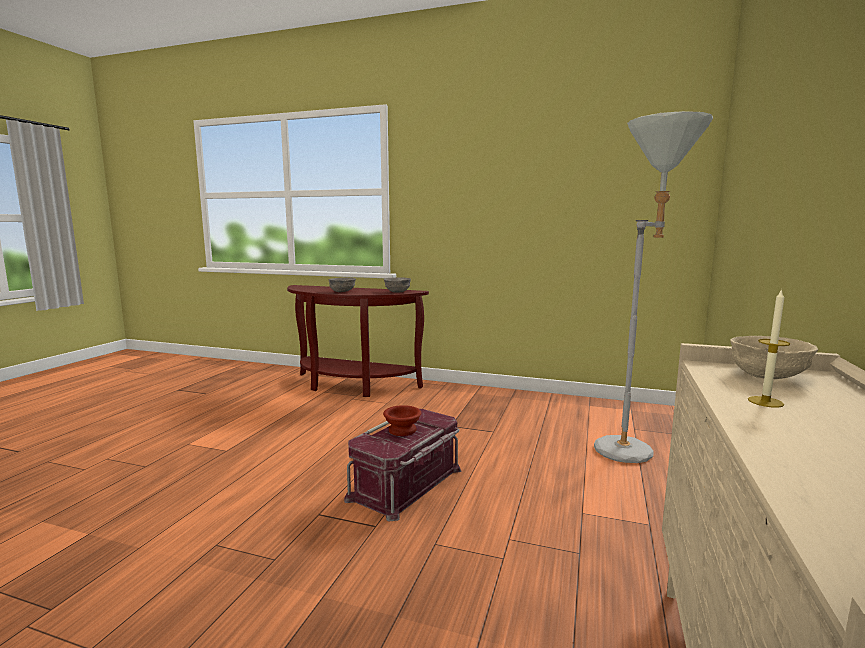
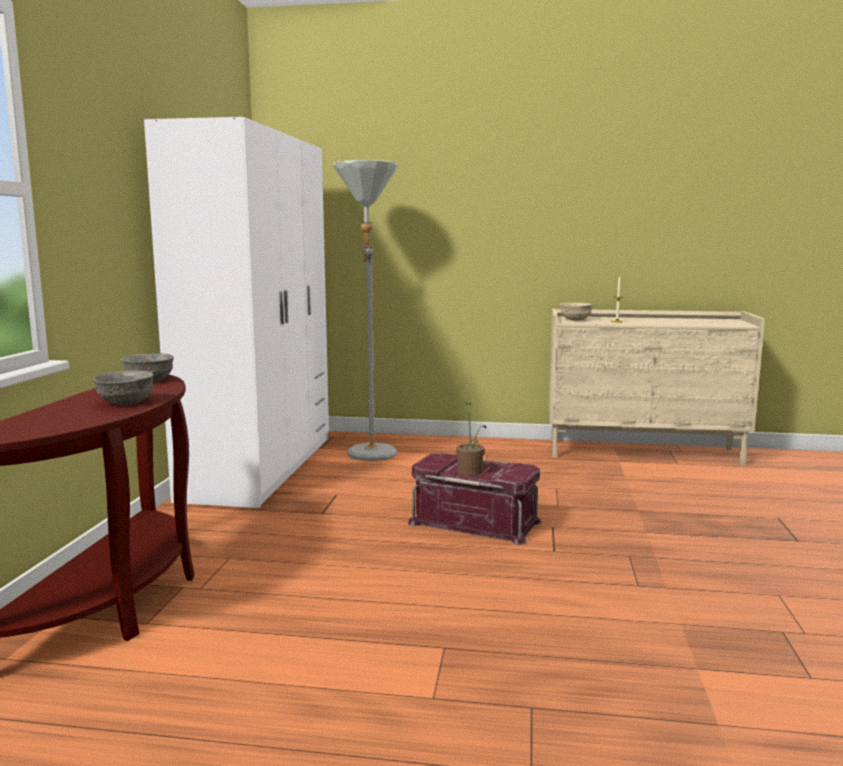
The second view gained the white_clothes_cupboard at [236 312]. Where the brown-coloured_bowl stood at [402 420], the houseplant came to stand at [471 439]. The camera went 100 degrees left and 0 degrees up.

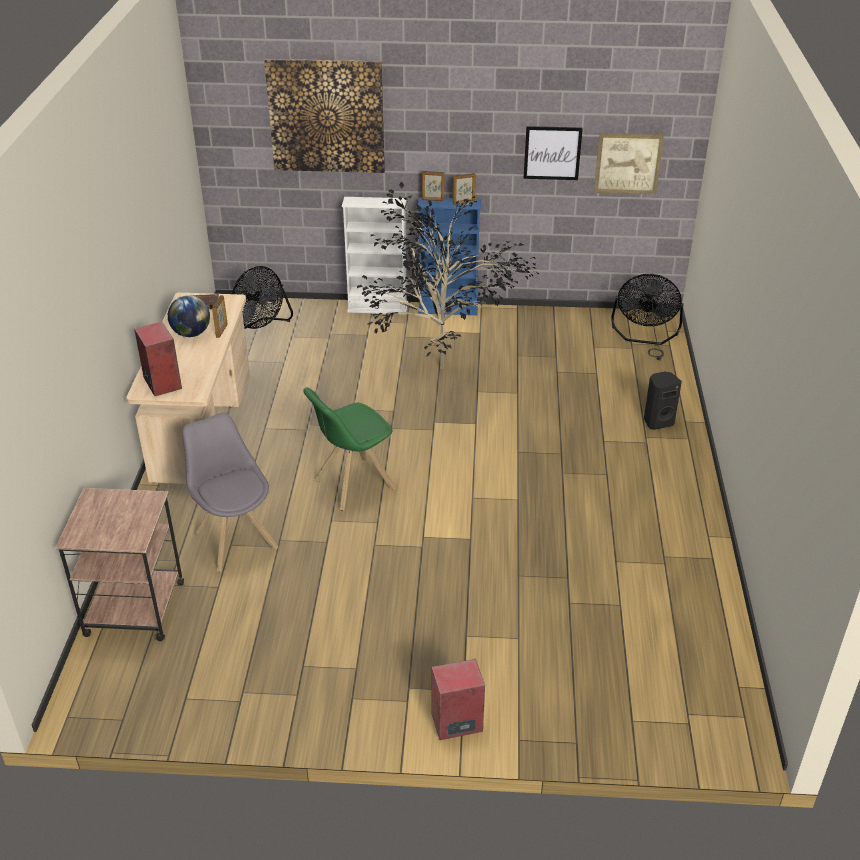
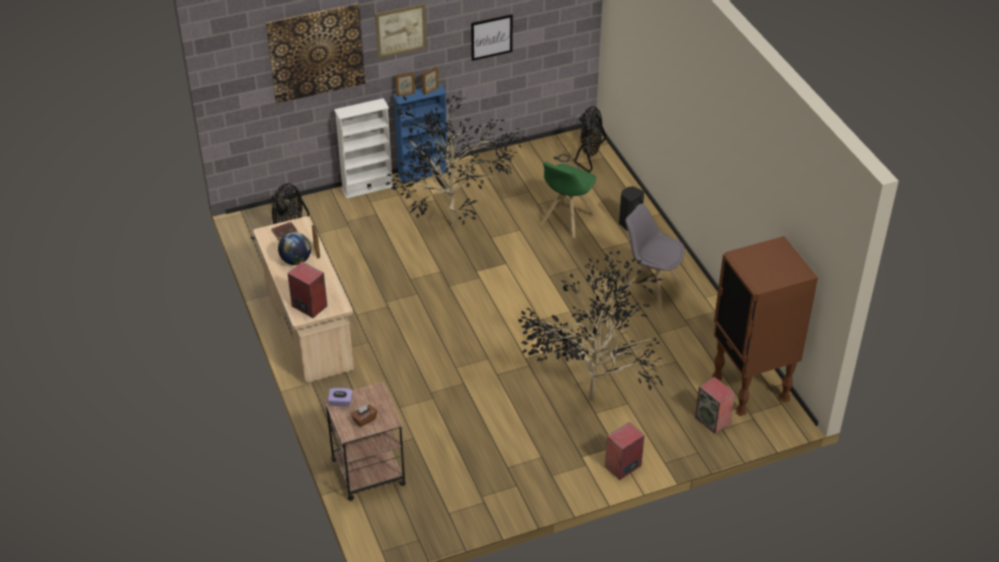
The second view gained the purplish_tissue_box at [340 397]. The second view gained the brown-coloured_tissue_box at [364 415]. The second view gained the houseplant at [590 326]. The second view gained the speaker at [715 405]. The second view gained the brown-coloured_storage_cabinet at [765 326]. The grey_chair ended up elsewhere, having gone from [230 492] to [654 257]. The green_chair ended up elsewhere, having gone from [350 448] to [568 200]. The wall_art ended up elsewhere, having gone from [629 163] to [401 31]. The black-coloured_fan at [647 317] ended up facing another way, 120 degrees clockwise from before. The camera went 25 degrees left and 5 degrees up.

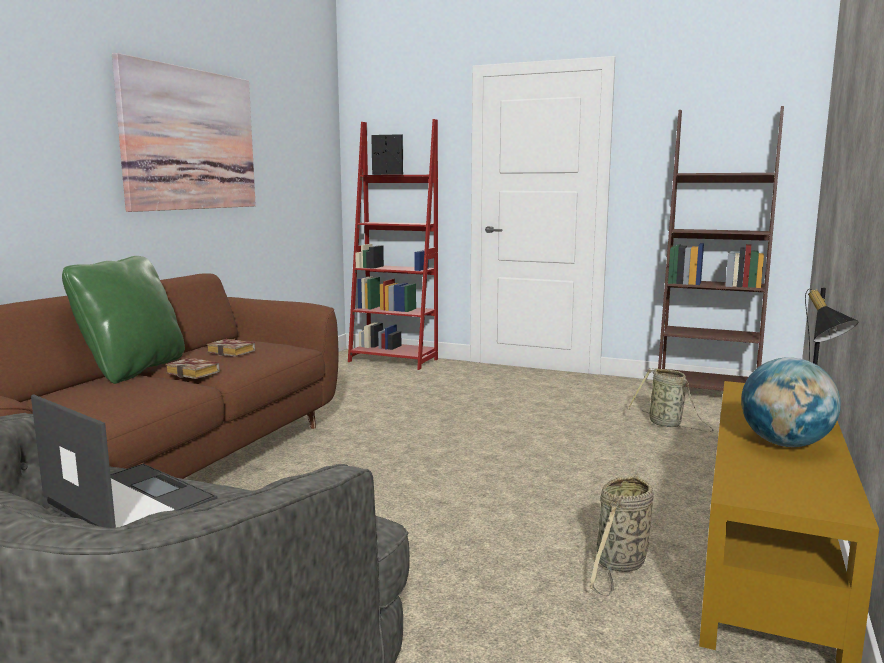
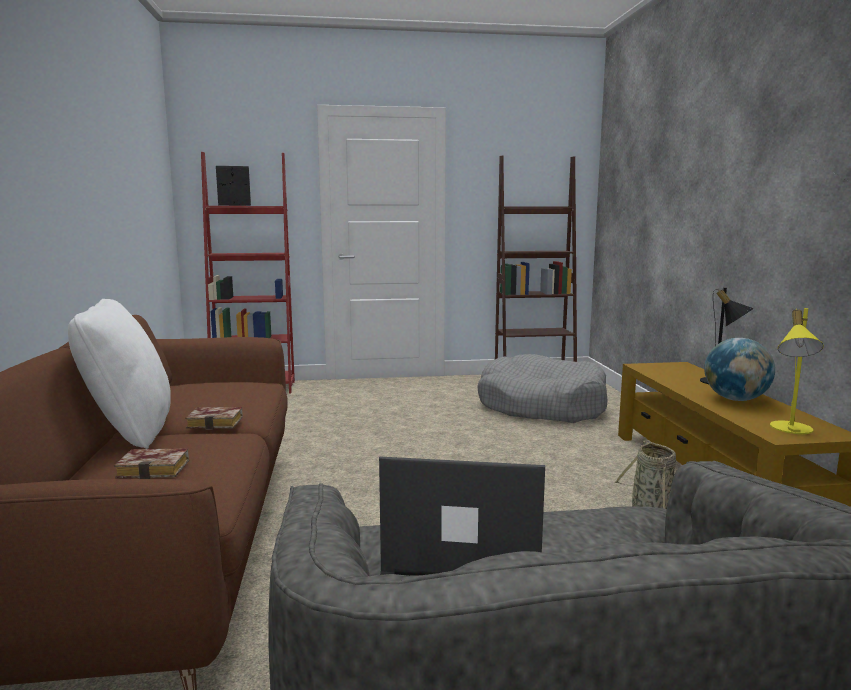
The second view lost the wall_art at [184 132]. The second view gained the yellow_table_lamp at [797 371]. The book ended up elsewhere, having gone from [230 348] to [151 463]. Where the storage_basket stood at [671 400], the grey_pet_bed came to stand at [542 388]. What was the green_throw_pillow at [123 320] turned into the white_throw_pillow at [119 374]. The camera went 30 degrees left and 0 degrees up.

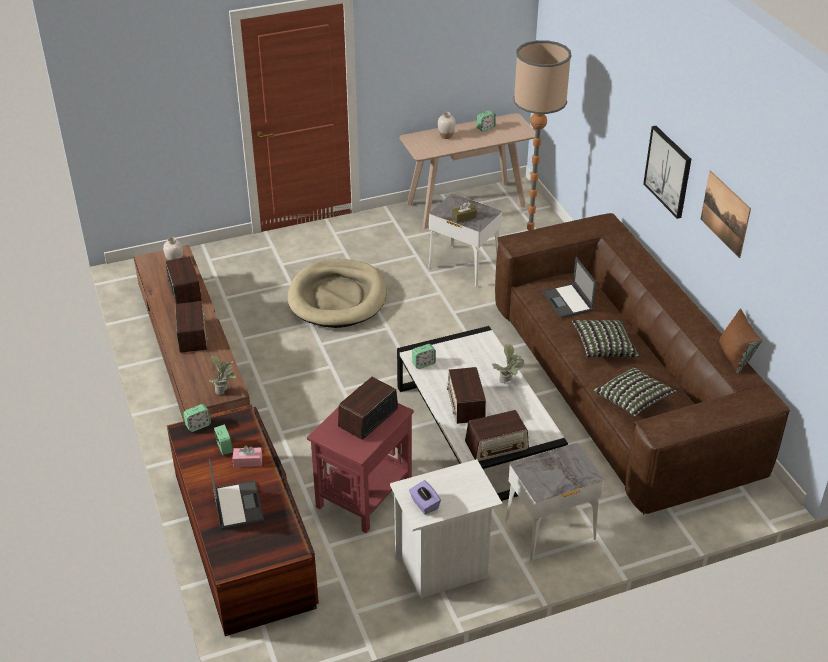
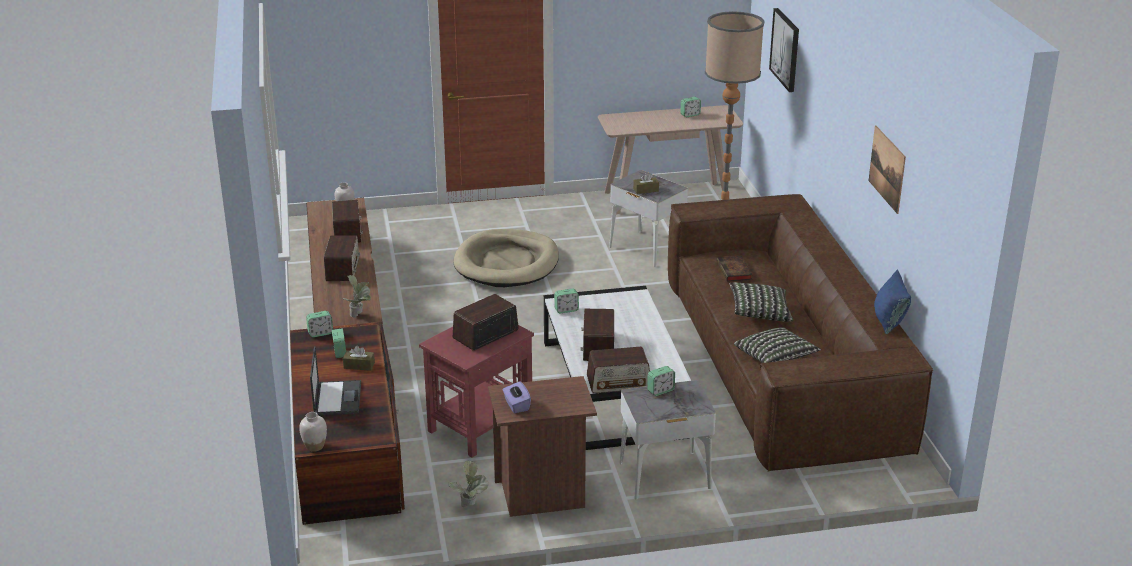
The second view gained the table_clock at [661 381]. The white_flower_vase ended up elsewhere, having gone from [447 125] to [313 432]. The houseplant ended up elsewhere, having gone from [508 364] to [469 484]. The wall_art ended up elsewhere, having gone from [667 172] to [784 50]. Where the laptop stood at [569 287], the book came to stand at [735 269]. What was the pink_tissue_box at [247 456] turned into the brown-coloured_tissue_box at [359 358]. What was the white_night_table at [446 528] turned into the brown-coloured_night_table at [542 446]. What was the brown-coloured_throw_pillow at [740 340] turned into the bluish_throw_pillow at [892 301]. The camera went 10 degrees right and 10 degrees down.

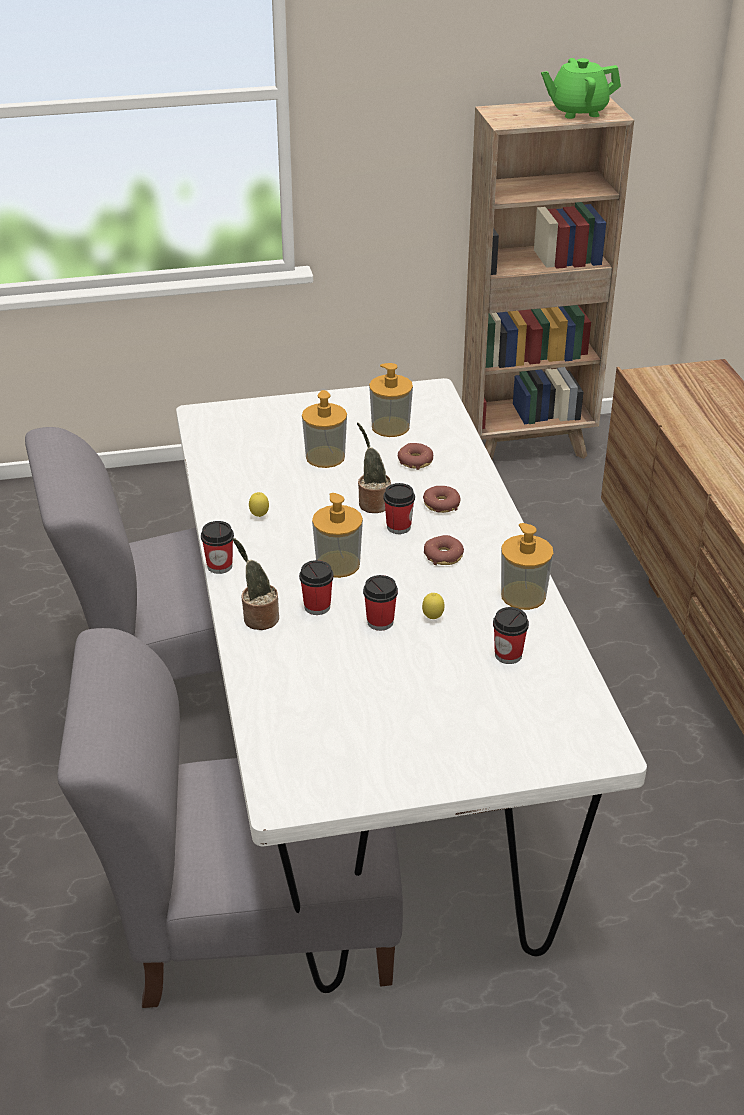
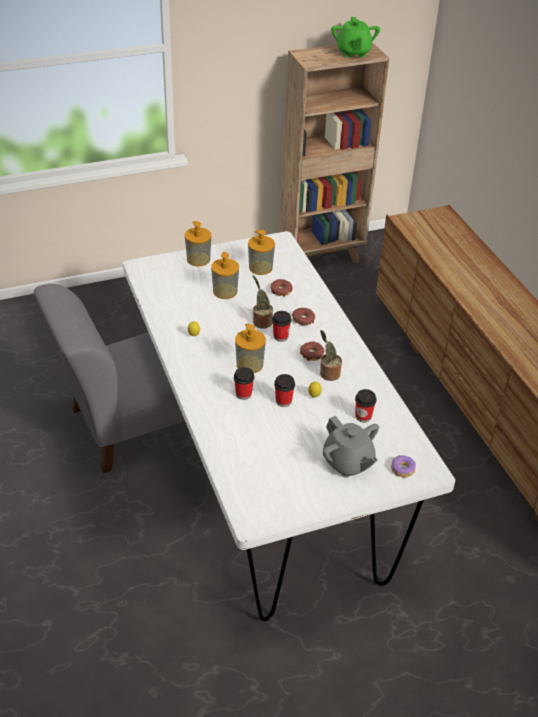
The second view lost the grey_chair at [230 818]. The second view lost the small_cup at [217 547]. The second view gained the grey_teapot at [351 447]. The second view gained the ring_doughnut at [403 466]. The houseplant ended up elsewhere, having gone from [255 584] to [331 355]. The soap_bottle ended up elsewhere, having gone from [527 566] to [198 244]. The green_teapot at [581 88] ended up facing another way, 75 degrees counterclockwise from before. The camera went 10 degrees left and 5 degrees up.

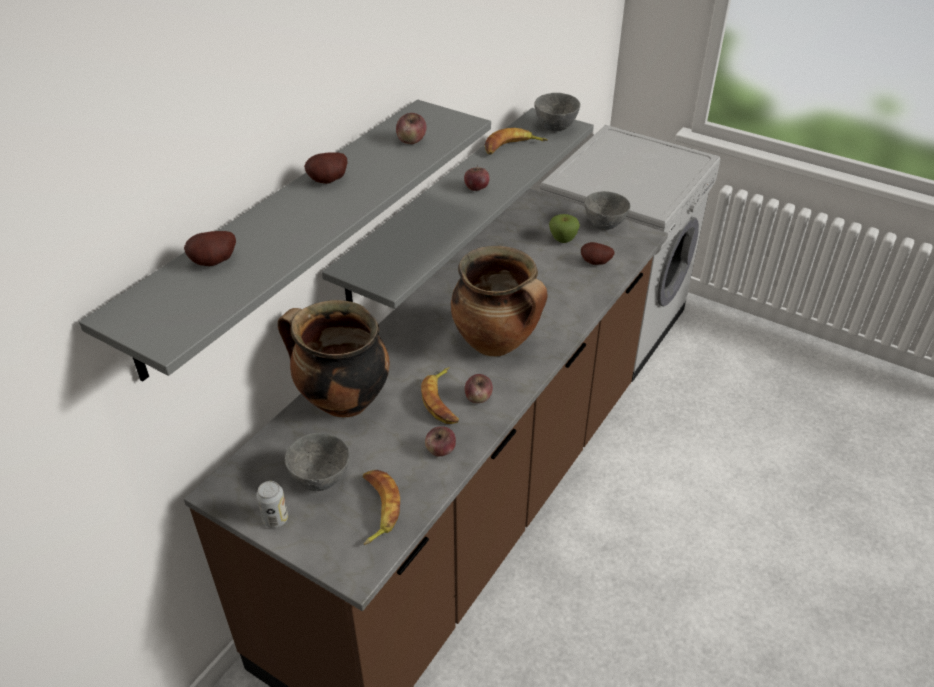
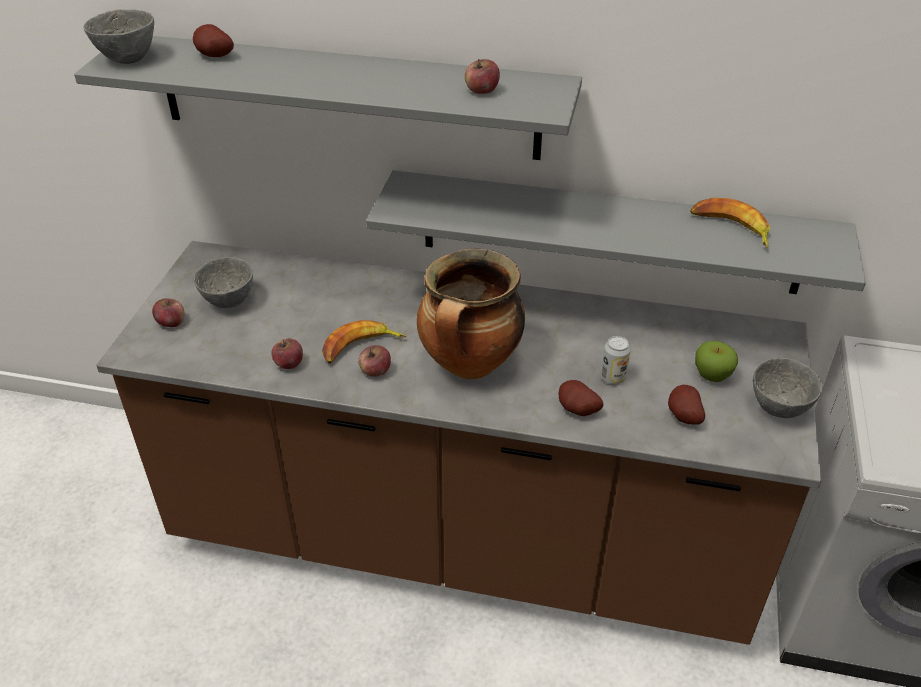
The second view lost the saucepot at [333 358]. The second view lost the banana at [381 507]. The metal_can ended up elsewhere, having gone from [272 504] to [616 360]. The whole_potato ended up elsewhere, having gone from [326 168] to [581 398]. The apple ended up elsewhere, having gone from [476 178] to [168 312]. The grey_bowl ended up elsewhere, having gone from [557 112] to [118 36]. The camera went 70 degrees right and 0 degrees up.

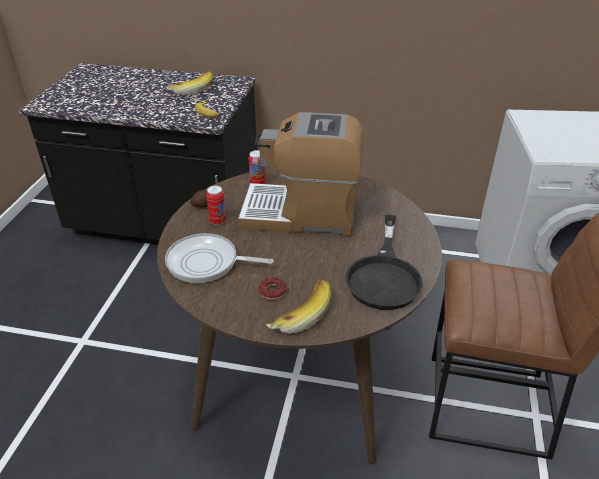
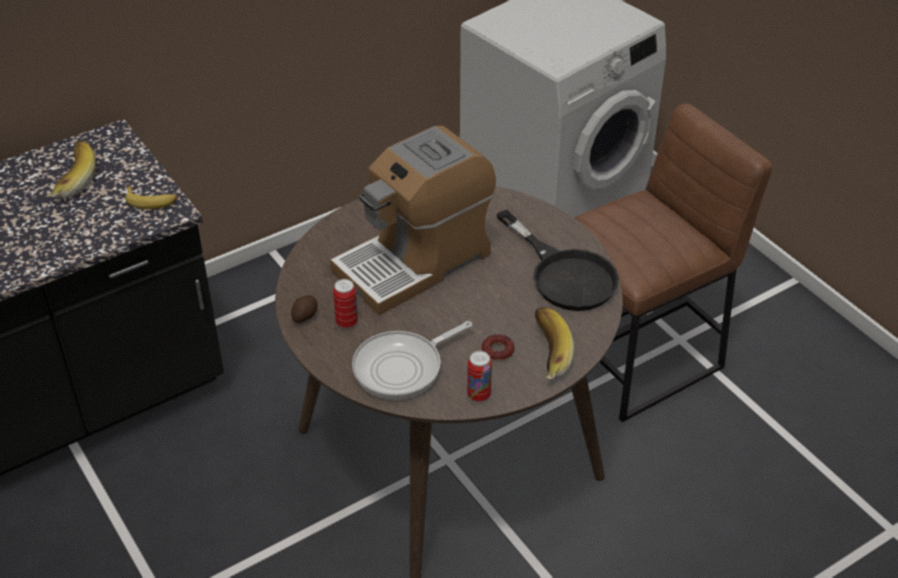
The metal_can ended up elsewhere, having gone from [257 167] to [479 376]. The camera went 45 degrees left and 5 degrees up.

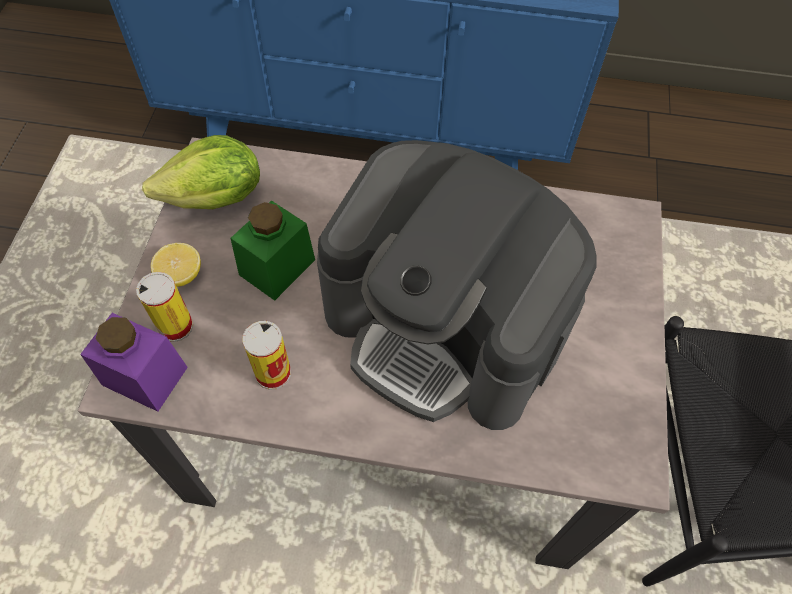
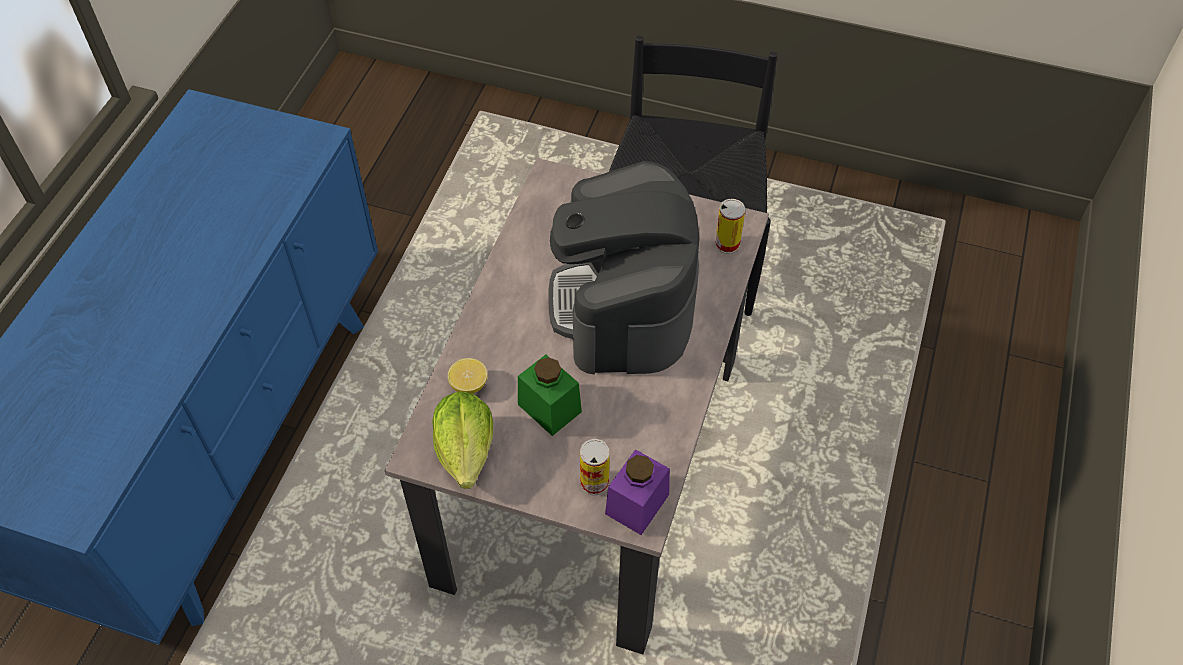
The citrus_fruit ended up elsewhere, having gone from [176 265] to [468 375]. The metal_can ended up elsewhere, having gone from [266 355] to [730 226]. The coffee_brewer at [456 285] ended up facing another way, 135 degrees clockwise from before. The camera went 80 degrees left and 5 degrees down.

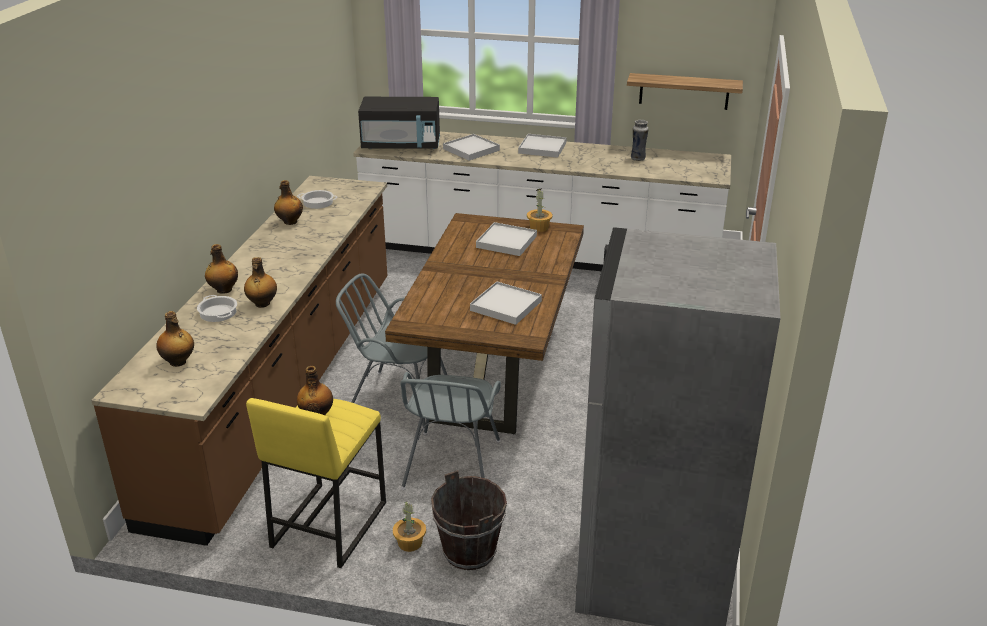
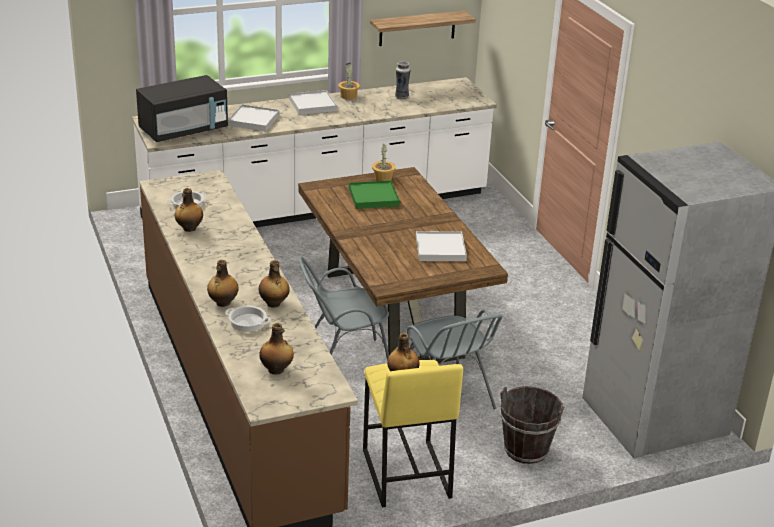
The houseplant ended up elsewhere, having gone from [409 527] to [349 81]. What was the white_carrying_tray at [506 239] turned into the green_carrying_tray at [374 194]. The camera went 35 degrees left and 0 degrees up.

